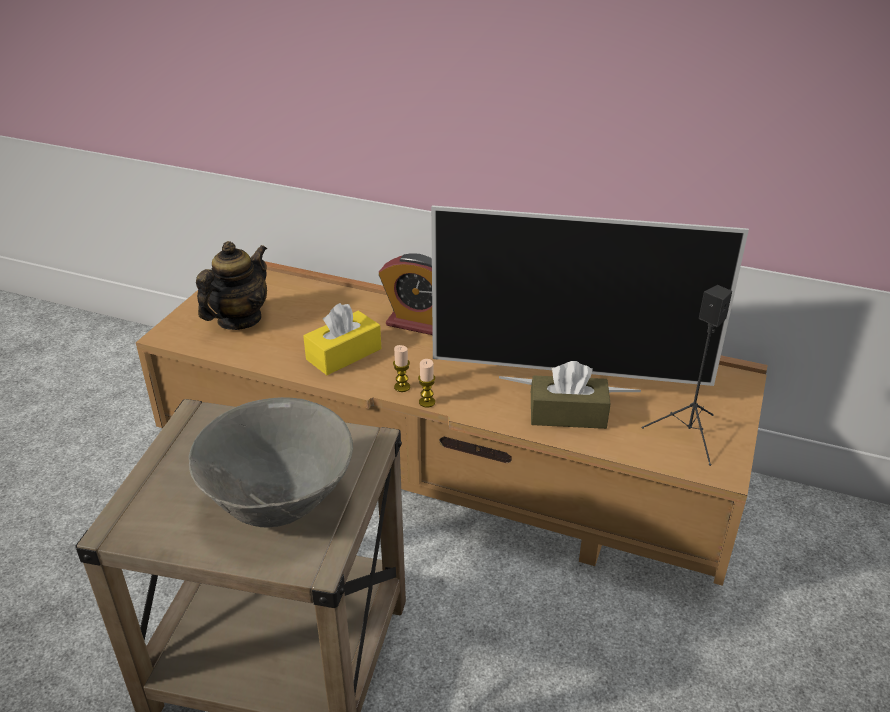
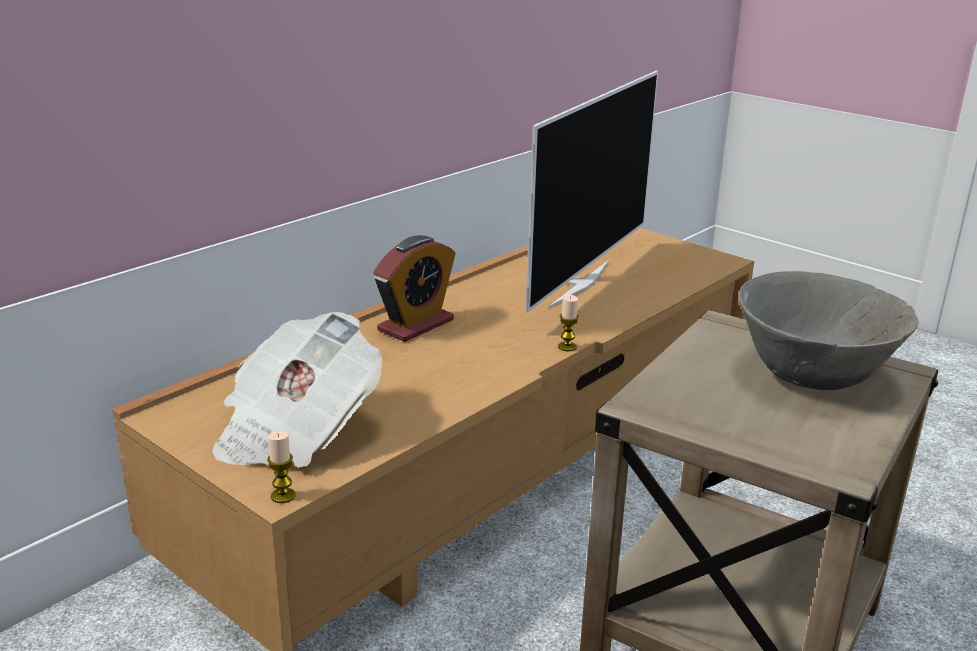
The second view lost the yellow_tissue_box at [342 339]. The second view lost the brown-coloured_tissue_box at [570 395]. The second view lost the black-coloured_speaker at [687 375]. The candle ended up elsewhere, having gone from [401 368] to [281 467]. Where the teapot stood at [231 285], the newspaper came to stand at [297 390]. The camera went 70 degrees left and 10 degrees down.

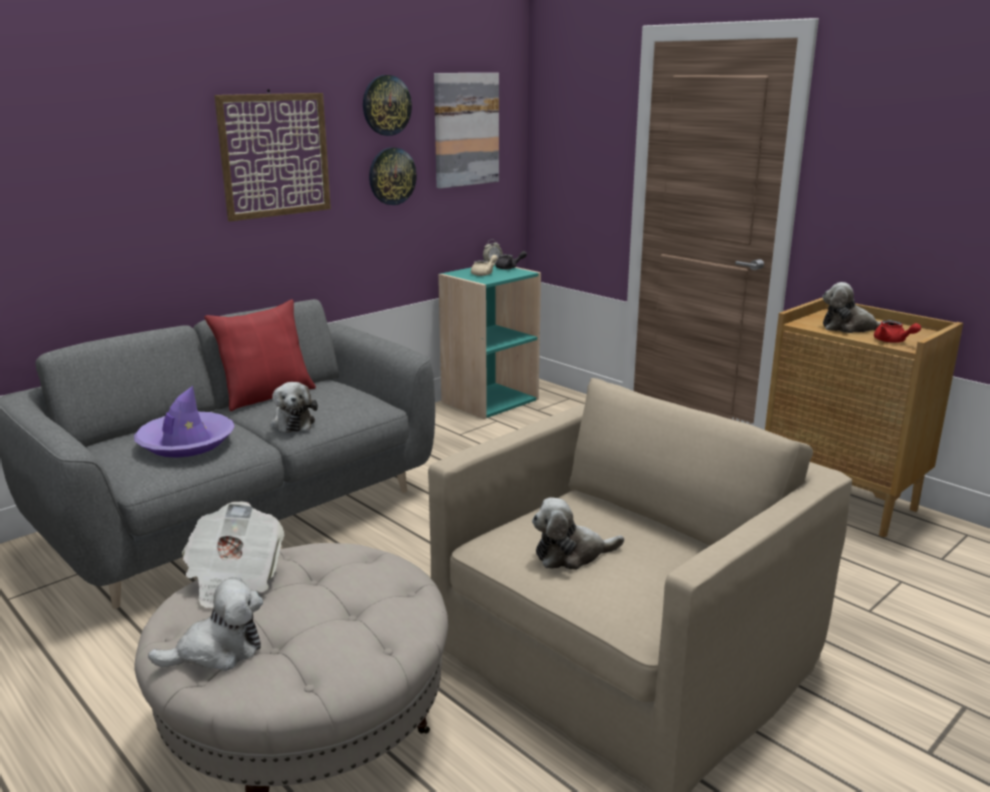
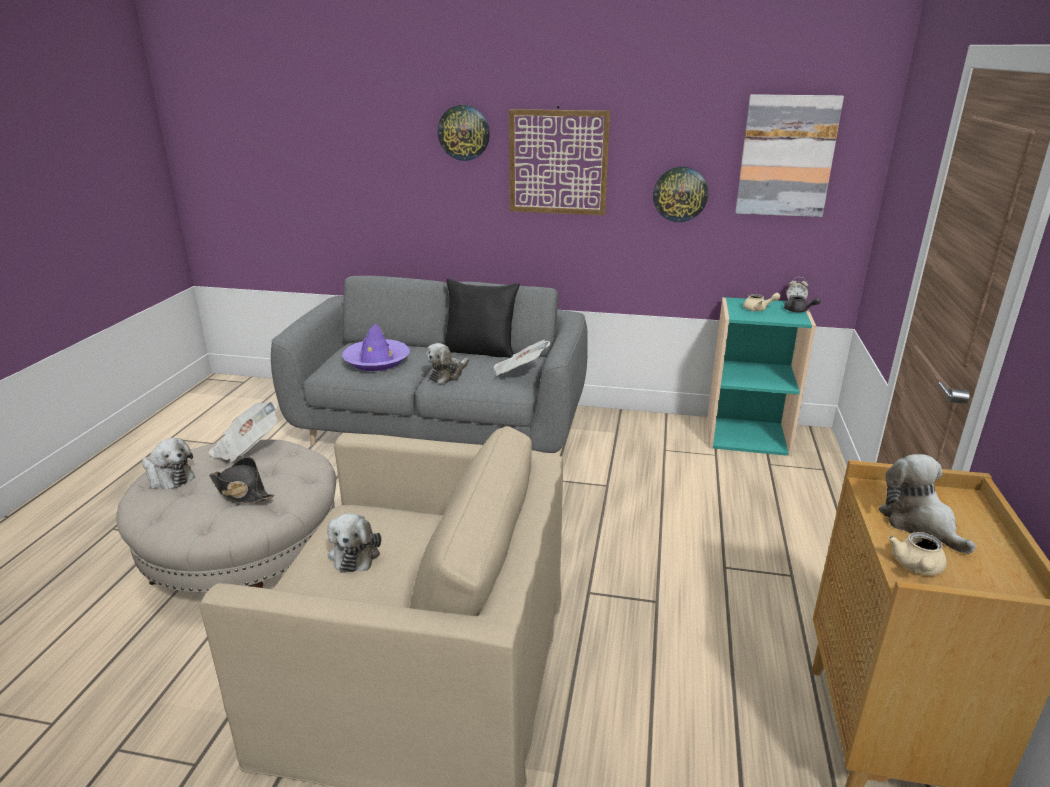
The second view gained the black-coloured_wearable_hat at [242 480]. The second view gained the newspaper at [521 357]. The hanging_clock ended up elsewhere, having gone from [387 105] to [464 133]. What was the red_throw_pillow at [260 355] turned into the black-coloured_throw_pillow at [482 318]. What was the red_teapot at [897 331] turned into the sand-coloured_teapot at [917 553]. The soft_toy at [578 533] ended up facing another way, 135 degrees counterclockwise from before. The camera went 55 degrees right and 5 degrees up.

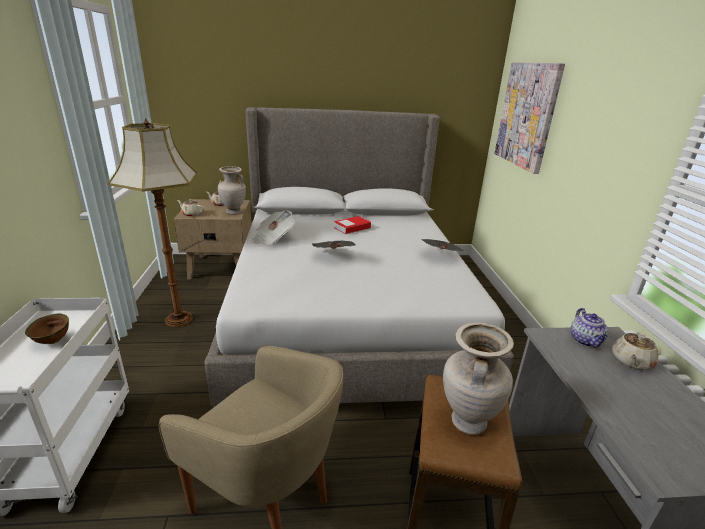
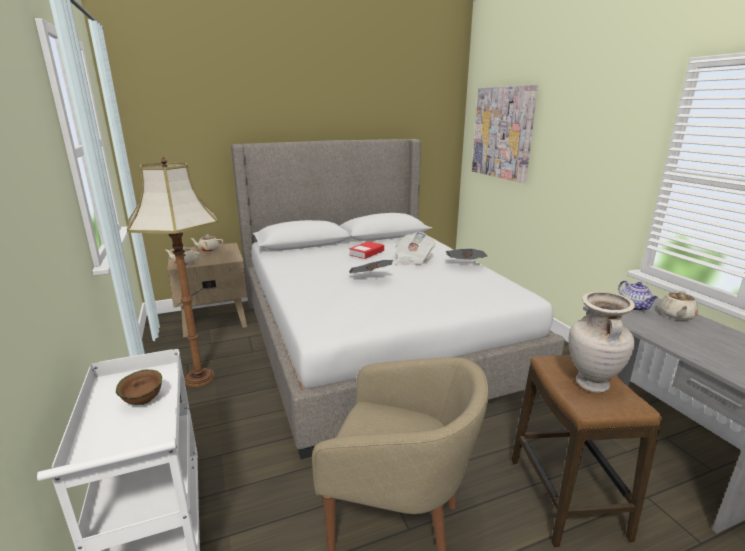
The second view lost the sand-coloured_flower_vase at [232 190]. The newspaper ended up elsewhere, having gone from [273 227] to [415 249]. The camera went 15 degrees left and 5 degrees down.

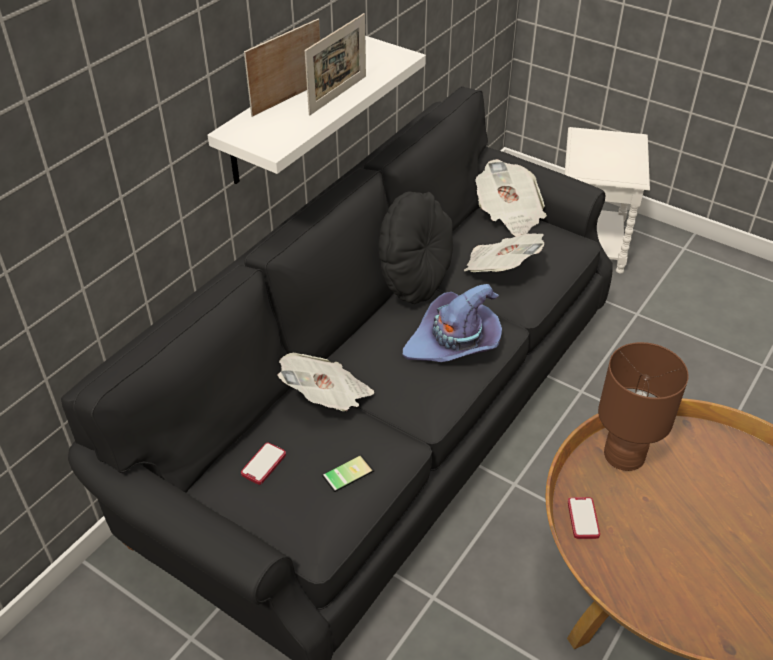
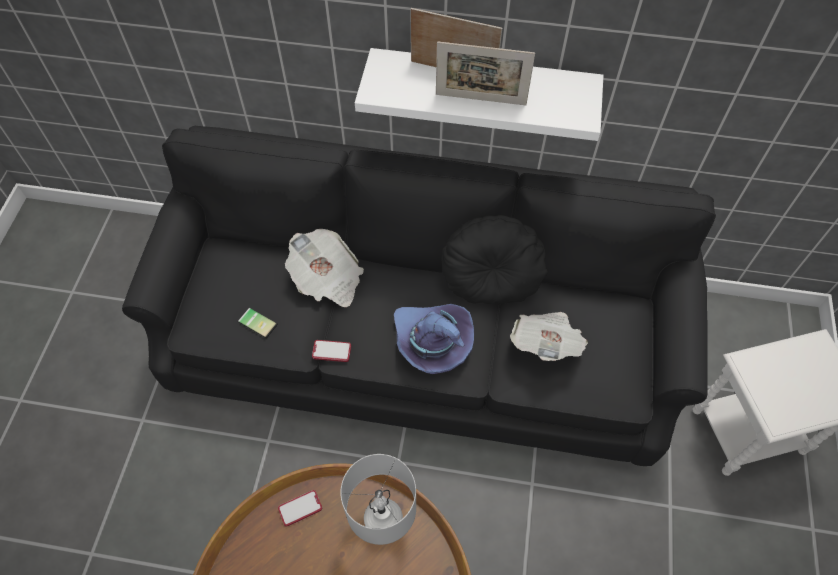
The second view lost the newspaper at [511 197]. The phone ended up elsewhere, having gone from [263 464] to [331 351]. What was the brown-coloured_table_lamp at [643 406] turned into the grey_table_lamp at [378 499]. The camera went 65 degrees right and 15 degrees up.

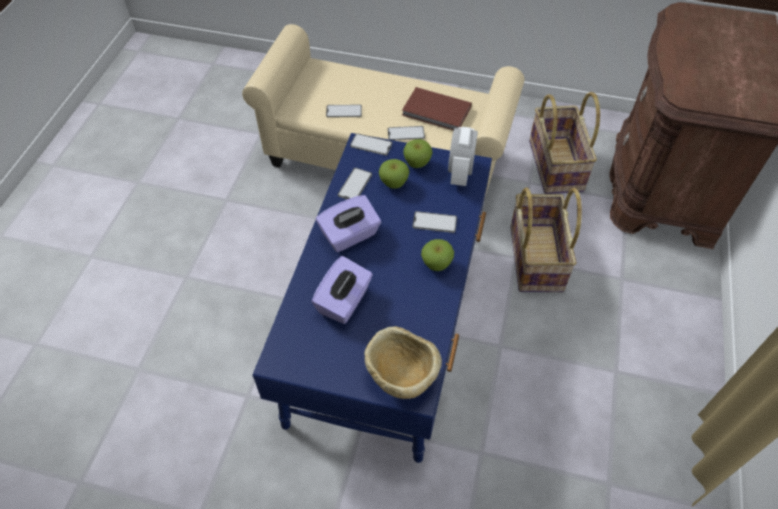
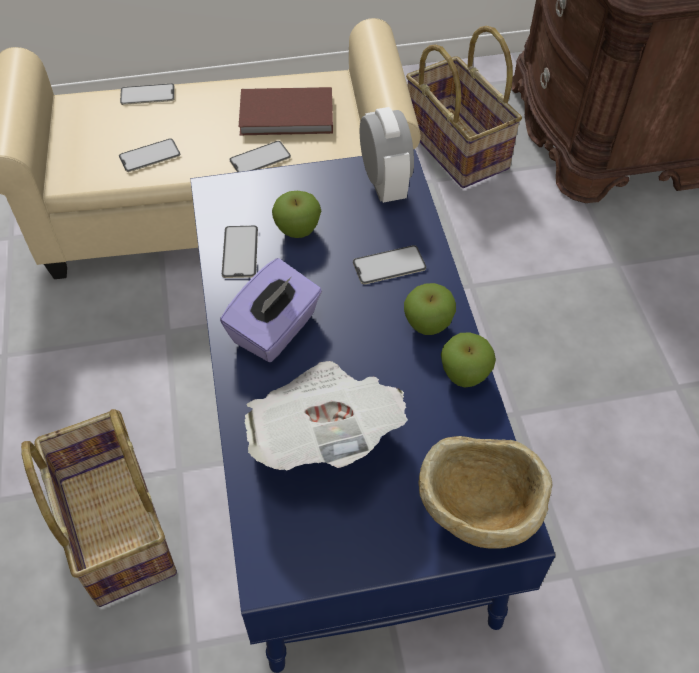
The phone ended up elsewhere, having gone from [371 144] to [147 94]. The apple ended up elsewhere, having gone from [418 153] to [468 360]. The storage_basket ended up elsewhere, having gone from [546 239] to [99 508]. Where the purplish_tissue_box stood at [342 290], the newspaper came to stand at [326 415]. The camera went 25 degrees left and 0 degrees up.

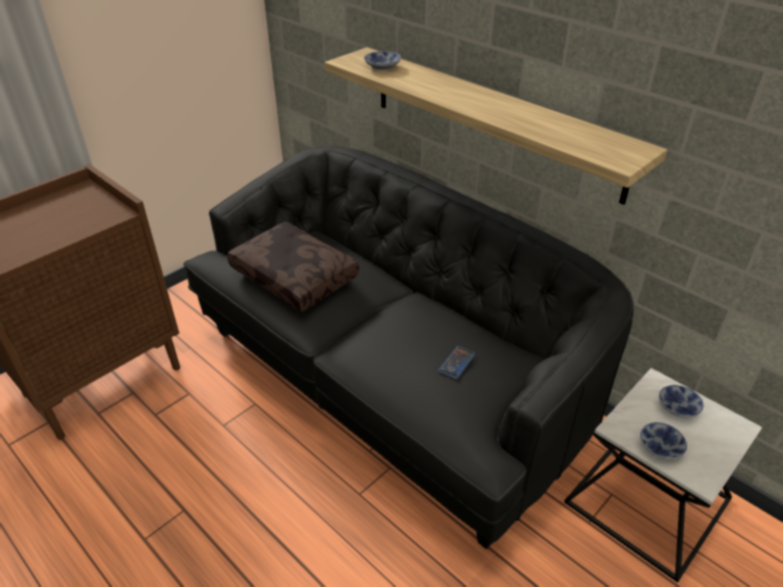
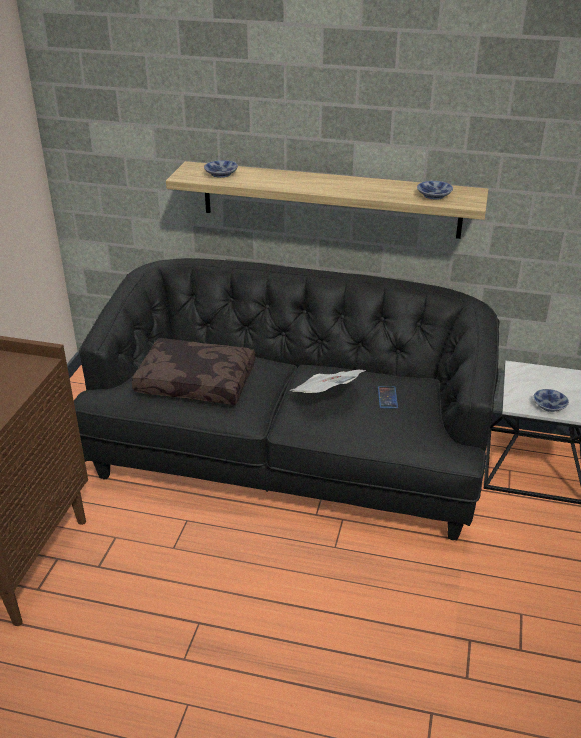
The second view gained the newspaper at [327 381]. The bowl ended up elsewhere, having gone from [681 401] to [435 190]. The camera went 30 degrees left and 5 degrees down.

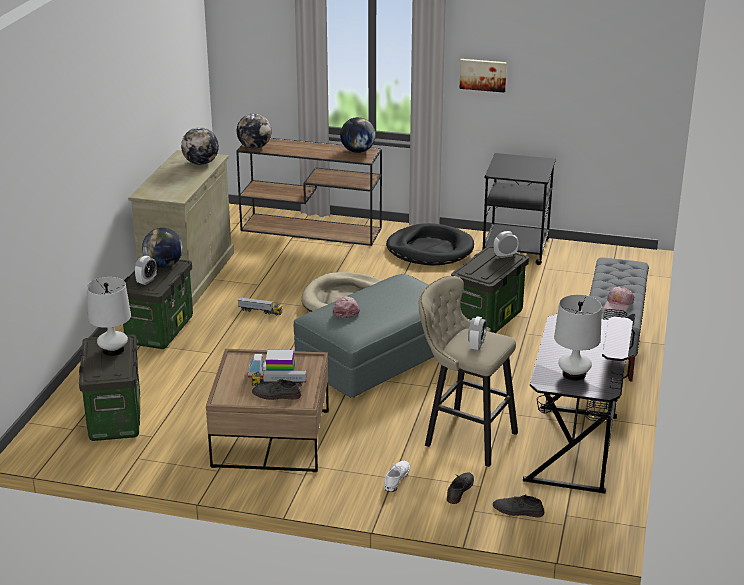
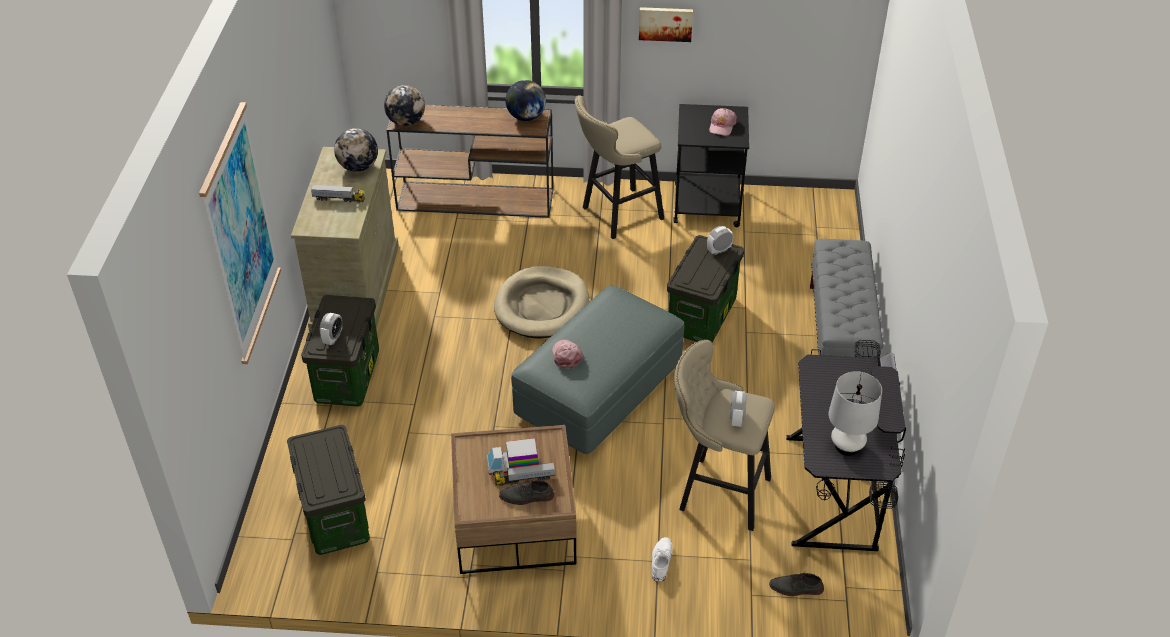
The second view lost the white_table_lamp at [109 316]. The second view lost the world_globe at [162 248]. The second view lost the grey_low_shoe at [460 488]. The second view gained the wall_art at [240 233]. The model_truck ended up elsewhere, having gone from [260 306] to [338 194]. The pink_baseball_cap ended up elsewhere, having gone from [619 300] to [723 122]. Where the black-coloured_pet_bed stood at [430 244], the sand-coloured_stool came to stand at [619 167]. The camera went 10 degrees left and 15 degrees up.

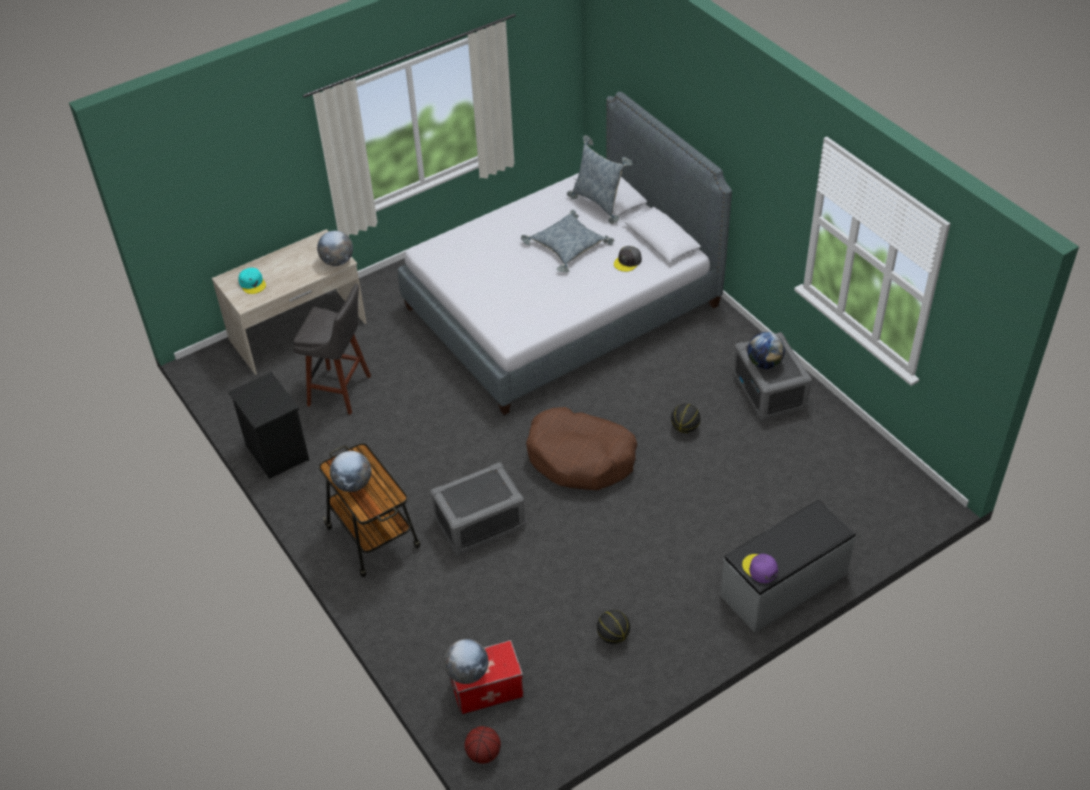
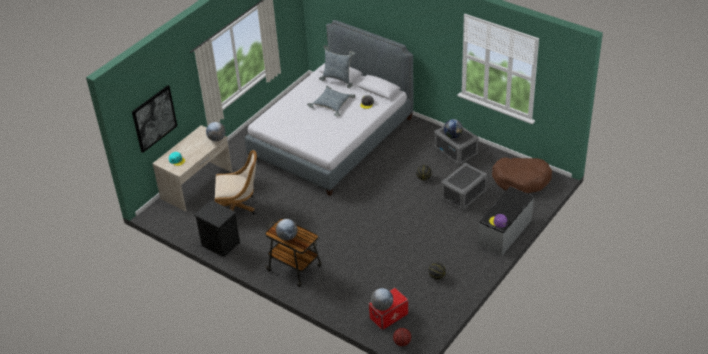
The second view gained the wall_art at [154 119]. The grey_storage_box ended up elsewhere, having gone from [478 508] to [464 186]. The brown-coloured_pet_bed ended up elsewhere, having gone from [581 448] to [522 175]. Where the grey_stool stood at [332 349], the desk_chair came to stand at [236 182]. The camera went 20 degrees left and 5 degrees down.

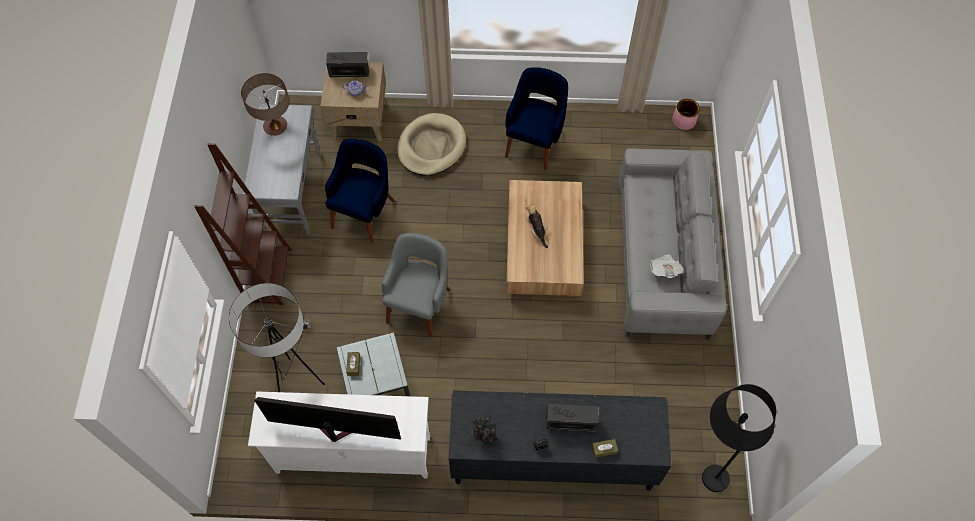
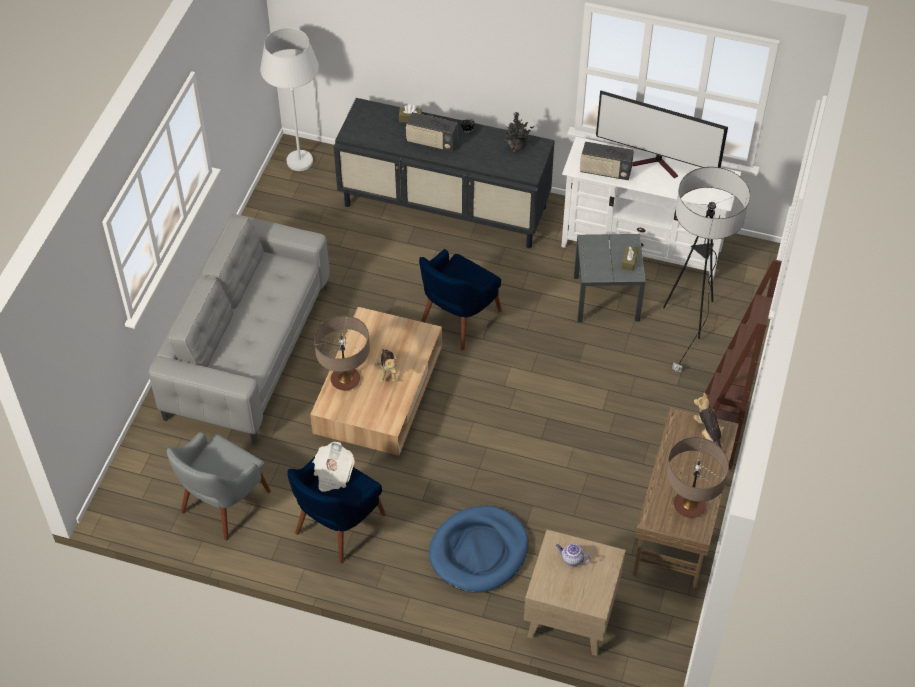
The second view lost the pink_planter at [686 114]. The second view gained the table_lamp at [342 353]. The second view gained the soft_toy at [709 422]. The bluish_easy_chair ended up elsewhere, having gone from [360 191] to [460 300]. The radio_set ended up elsewhere, having gone from [348 64] to [607 160]. The grey_easy_chair ended up elsewhere, having gone from [416 285] to [219 486]. The newspaper ended up elsewhere, having gone from [667 266] to [334 467]. What was the grey_narrow_table at [282 169] turned into the brown-coloured_narrow_table at [686 499]. What was the sand-coloured_pet_bed at [431 144] turned into the bluish_pet_bed at [479 549]. What was the black-coloured_floor_lamp at [739 438] turned into the white_floor_lamp at [289 99]. The camera went 165 degrees left and 10 degrees down.

